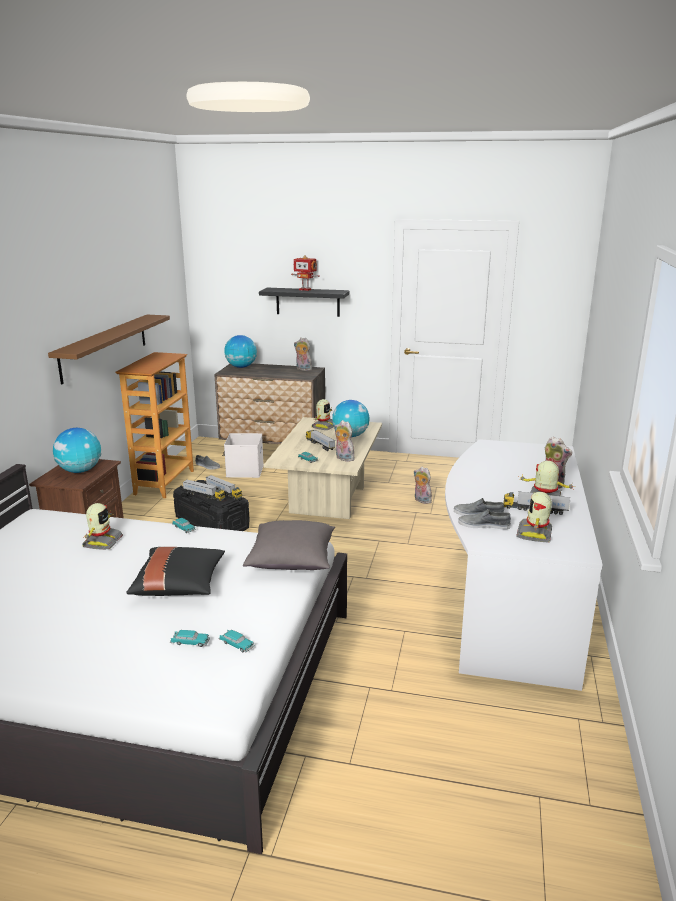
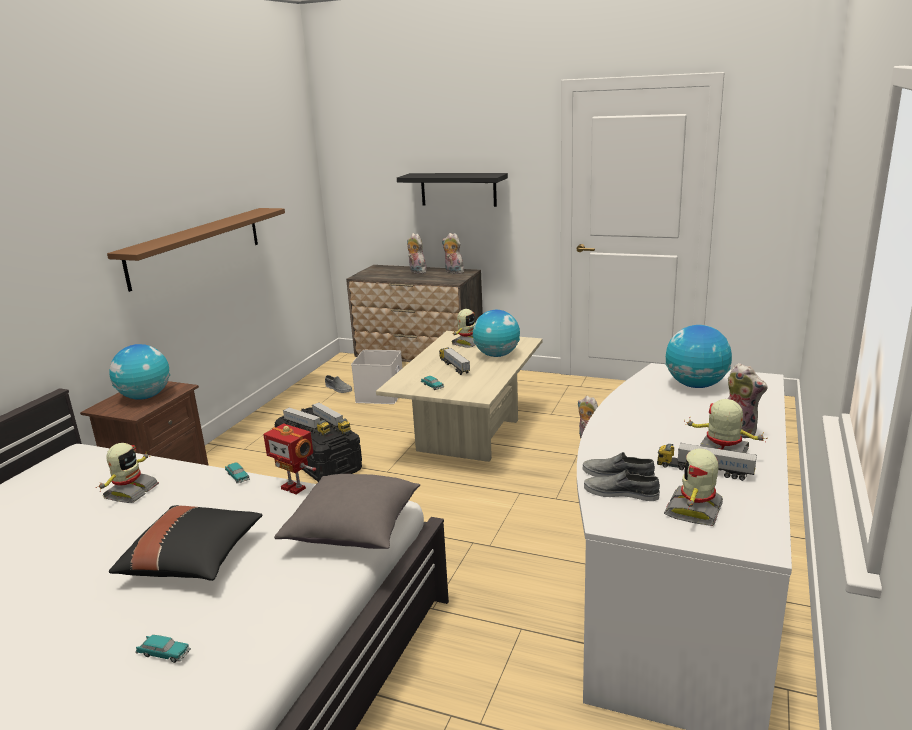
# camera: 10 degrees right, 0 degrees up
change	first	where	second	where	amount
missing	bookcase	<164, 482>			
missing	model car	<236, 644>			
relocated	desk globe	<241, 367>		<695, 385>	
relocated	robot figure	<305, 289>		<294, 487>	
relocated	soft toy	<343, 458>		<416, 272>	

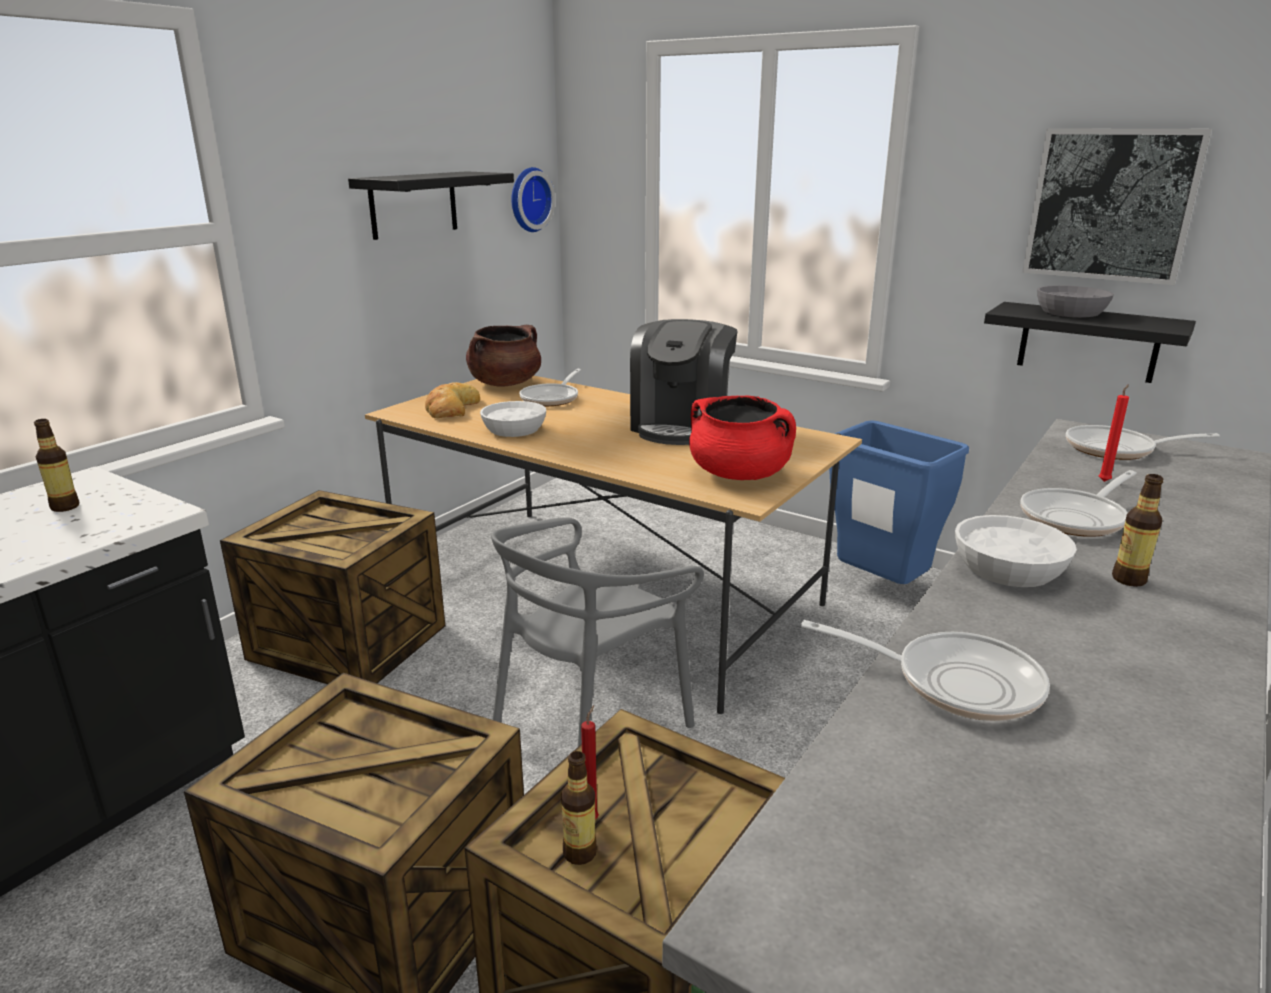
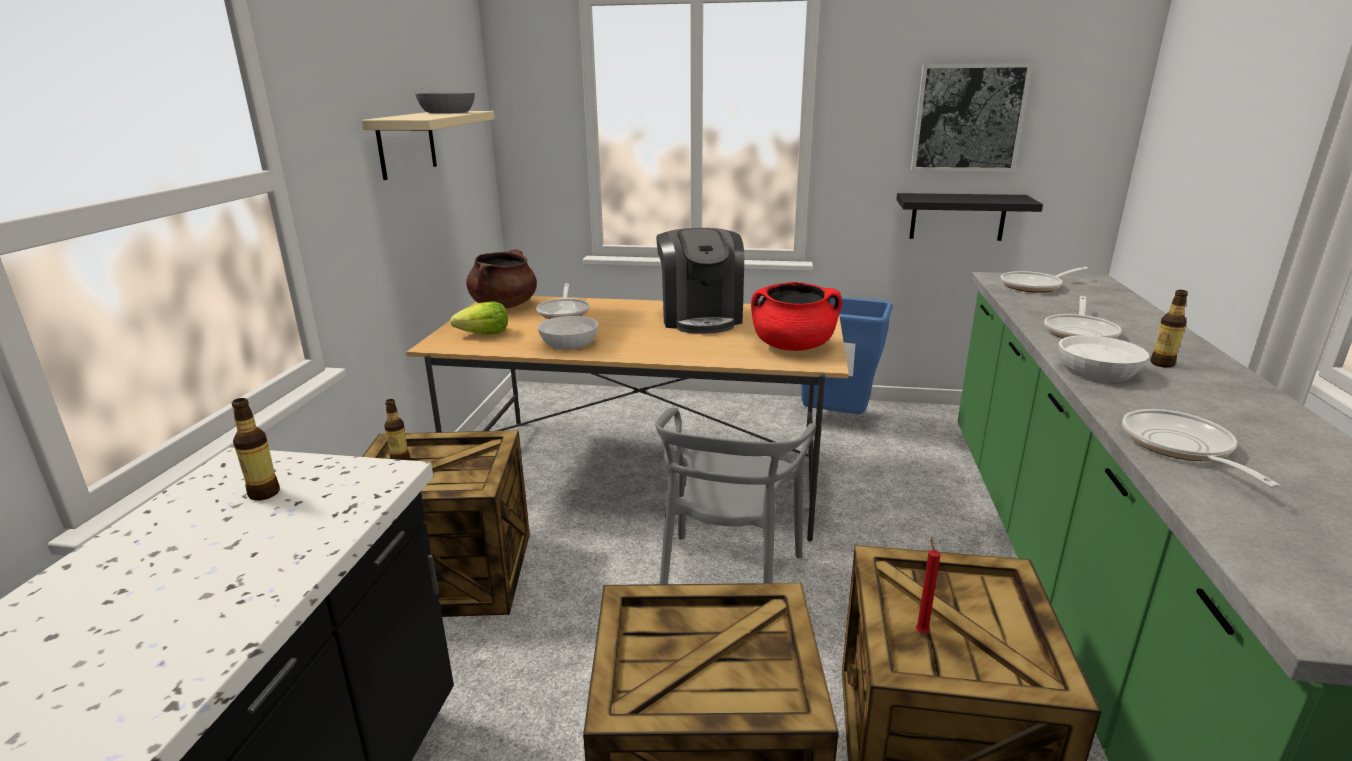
# camera: 25 degrees left, 0 degrees up
change	first	where	second	where	amount
missing	hanging clock	<528, 199>			
missing	wax light/red-coloured	<1104, 481>			
relocated	drink bottle	<579, 853>		<400, 460>	
relocated	deep dish/greyish	<1070, 313>		<447, 112>	
exchanged	baked bread	<450, 408>	lettuce head	<484, 334>	
colour	shelf/black-coloured	<413, 204>	shelf/beige-coloured	<406, 144>	
spun	pan	<954, 682>		<1180, 447>	90 degrees counterclockwise

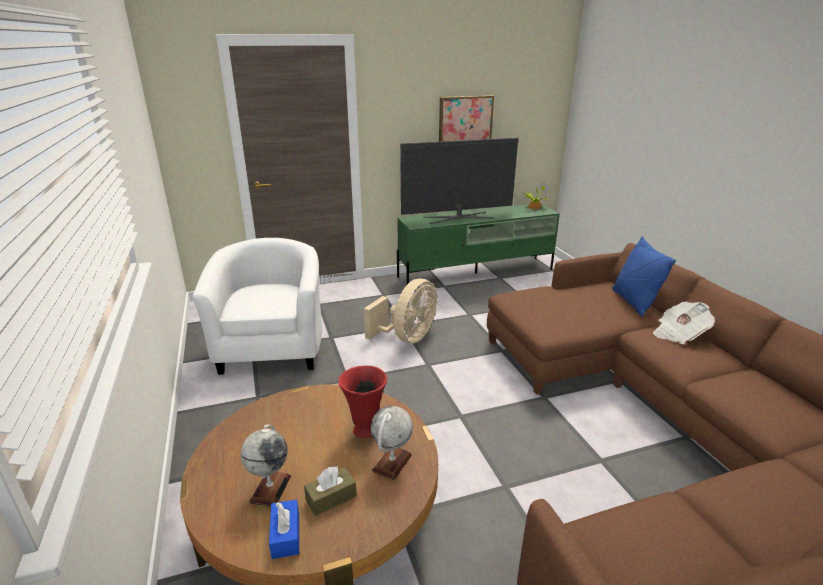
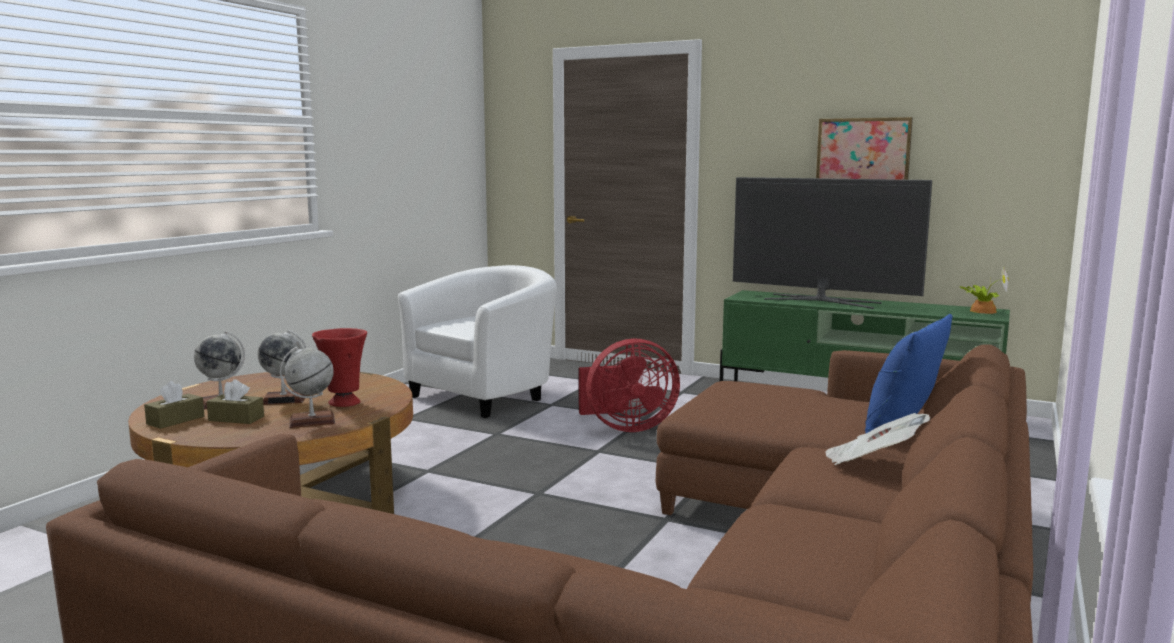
# camera: 45 degrees right, 15 degrees down
change	first	where	second	where	amount
appeared			desk globe	<284, 400>	
colour	tissue holder/bluish	<286, 535>	tissue holder/brown	<175, 420>	
colour	fan/beige-coloured	<407, 337>	fan/red-coloured	<626, 427>	

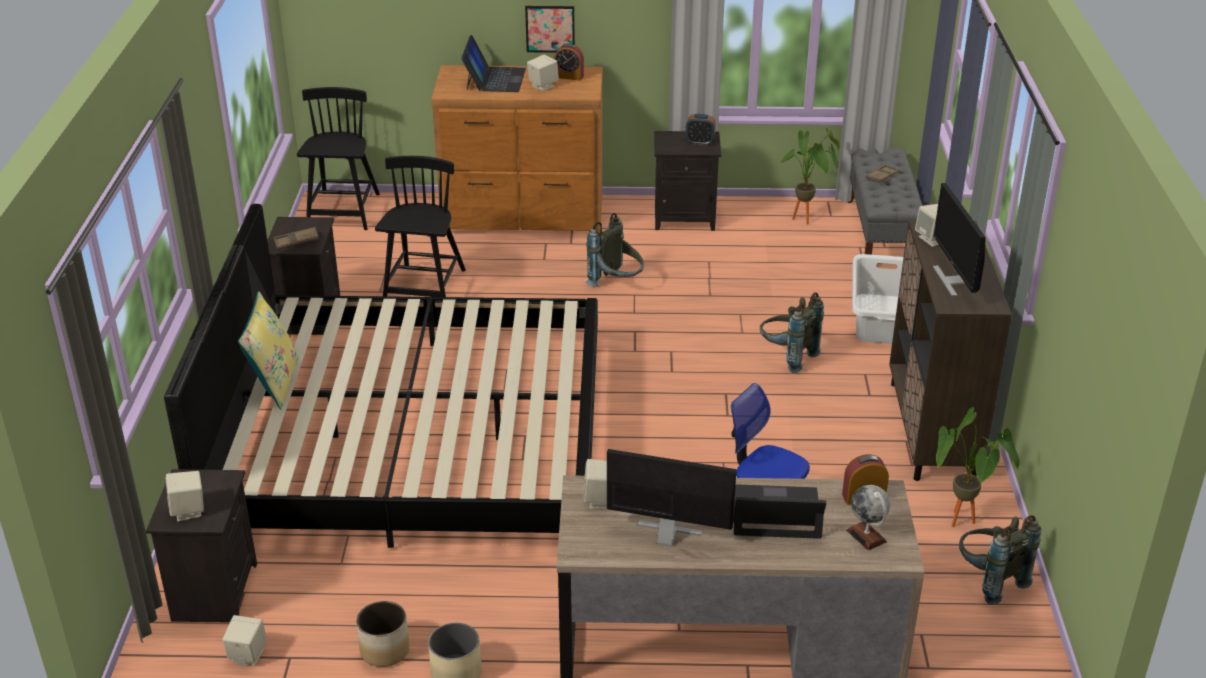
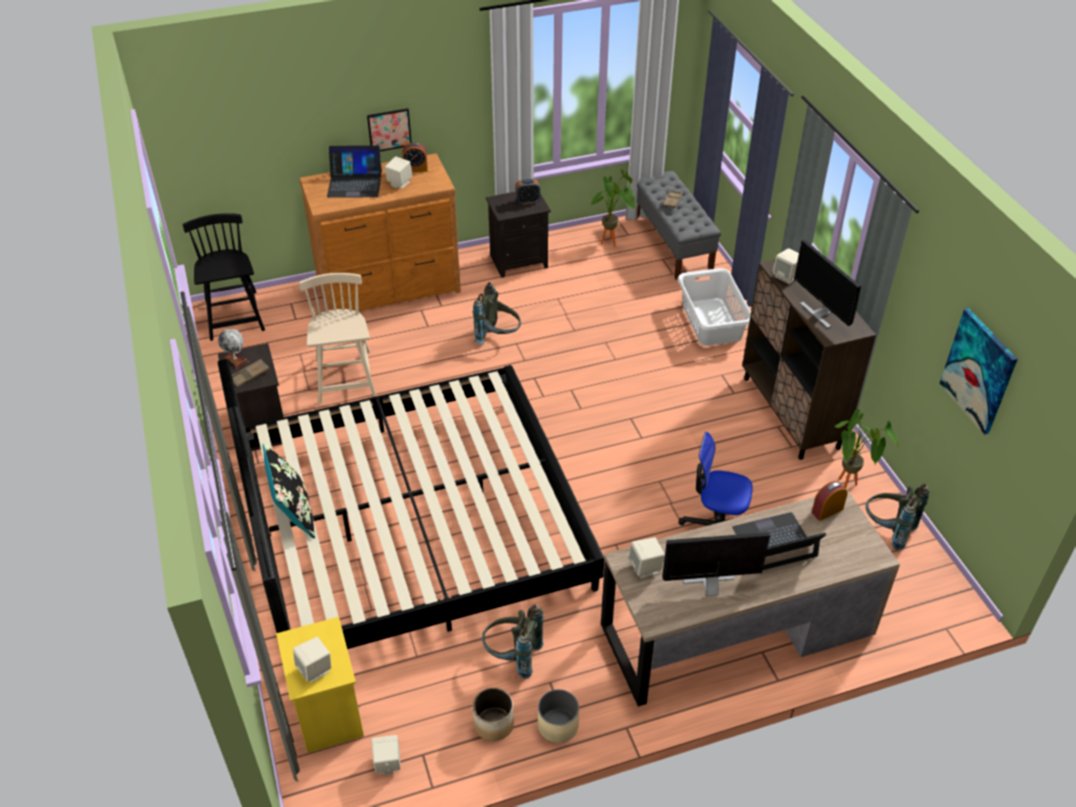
# camera: 20 degrees left, 10 degrees up
change	first	where	second	where	amount
appeared			wall art	<979, 371>	
relocated	knapsack/greyish	<786, 357>		<512, 657>	
relocated	desk globe	<866, 536>		<235, 360>	
colour	bedside table/black-coloured	<213, 590>	bedside table/yellow-coloured	<327, 713>	
colour	pillow/yellow-coloured	<274, 383>	pillow/black-coloured	<294, 514>	
colour	chair/black-coloured	<424, 289>	chair/beige-coloured	<345, 378>	
spun	portable computer	<494, 79>		<355, 184>	105 degrees clockwise

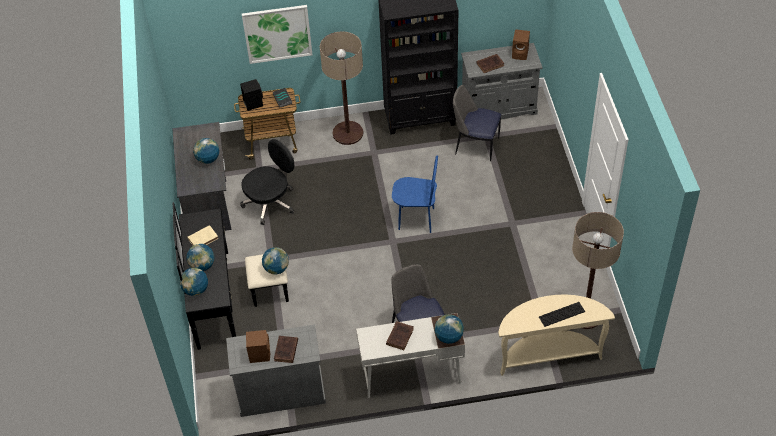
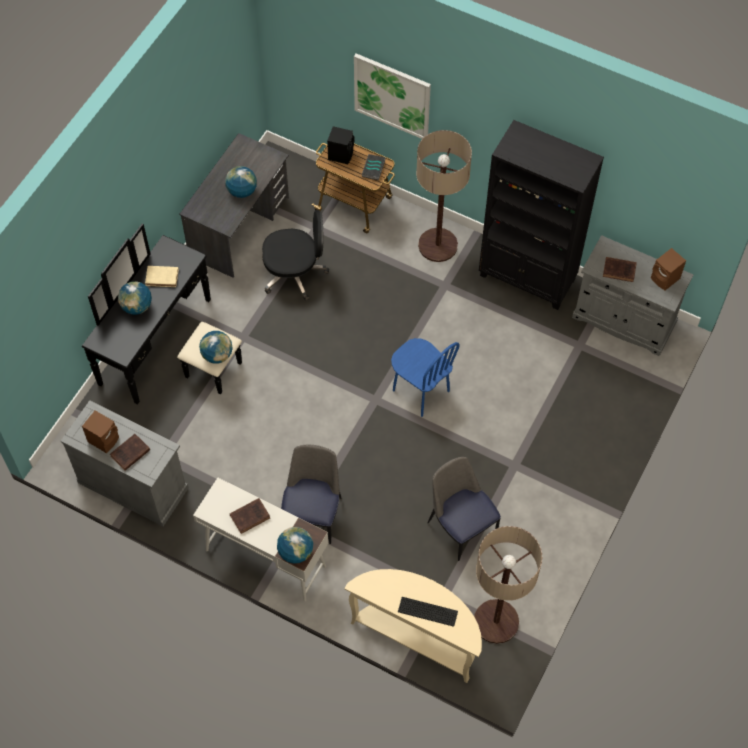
# camera: 35 degrees right, 10 degrees up
change	first	where	second	where	amount
missing	desk globe	<196, 290>			
relocated	chair	<475, 145>		<460, 527>	

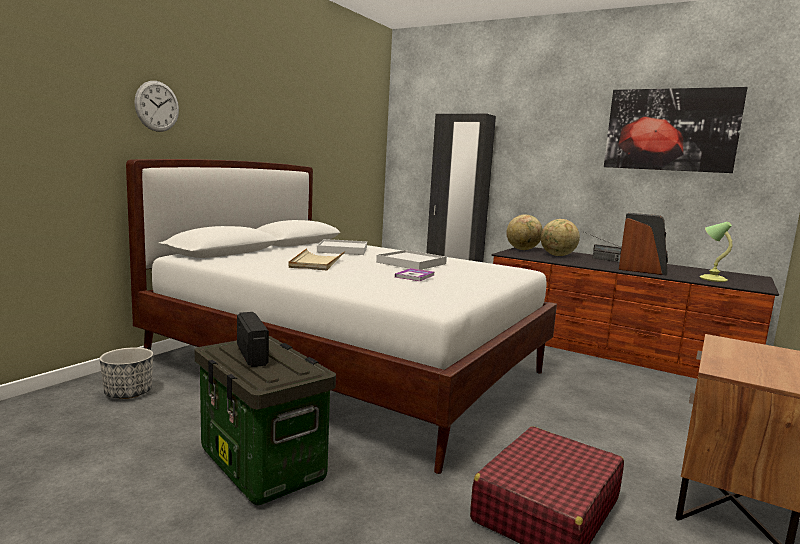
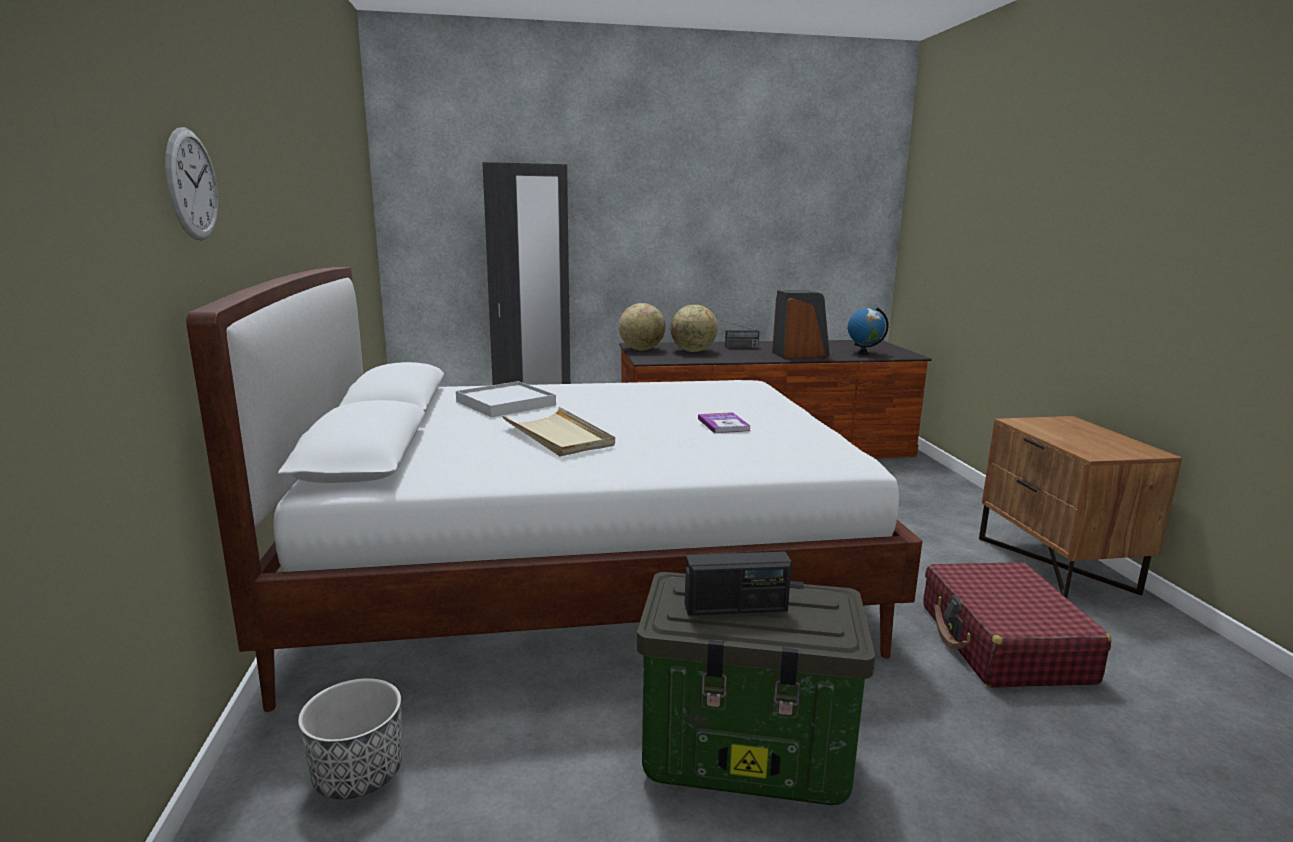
# camera: 40 degrees left, 5 degrees up
change	first	where	second	where	amount
missing	serving tray/white-coloured	<411, 263>			
missing	wall art	<670, 130>			
exchanged	lamp for a table	<712, 279>	desk globe	<863, 353>	
spun	radio set	<252, 354>		<736, 608>	150 degrees clockwise

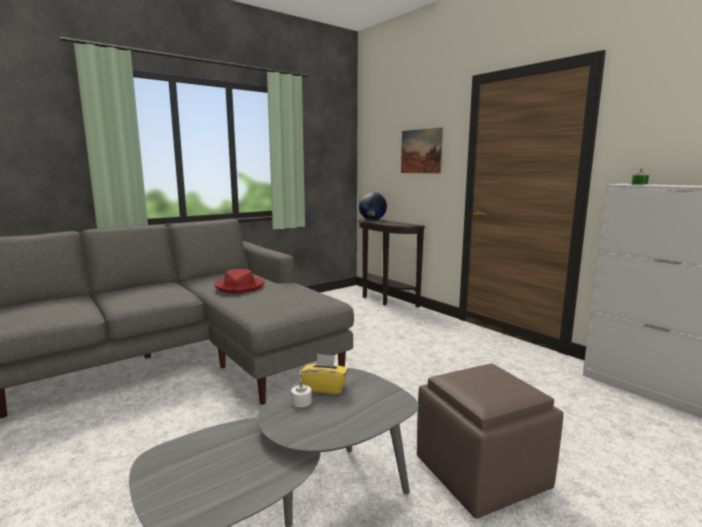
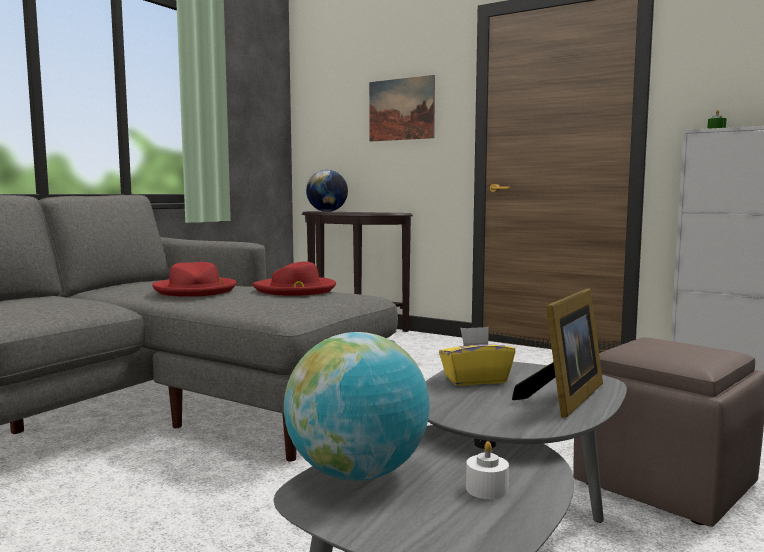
# camera: 20 degrees left, 5 degrees down
change	first	where	second	where	amount
appeared			clothing hat/red-coloured	<296, 290>	
appeared			desk globe	<357, 473>	
appeared			standing frame	<565, 398>	
relocated	wax light/white-coloured	<301, 401>		<486, 489>	

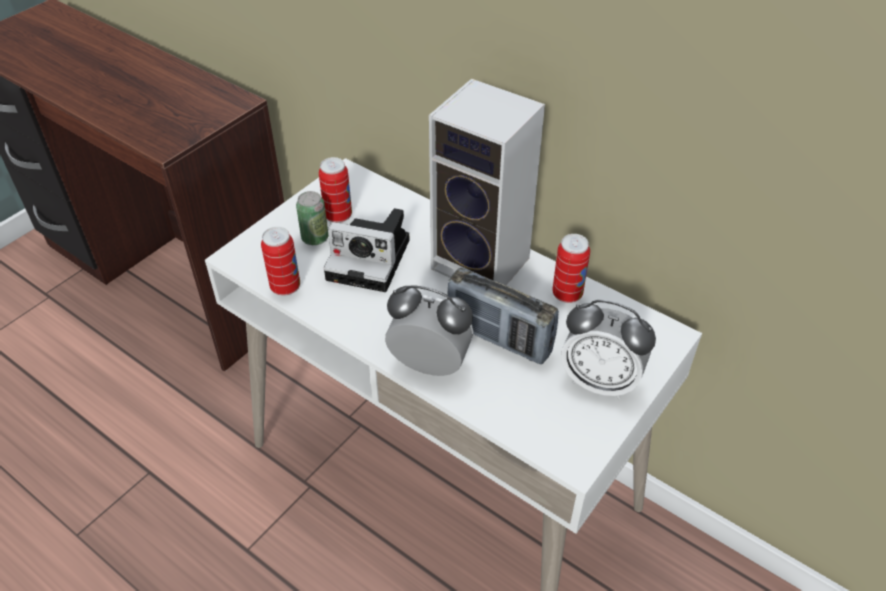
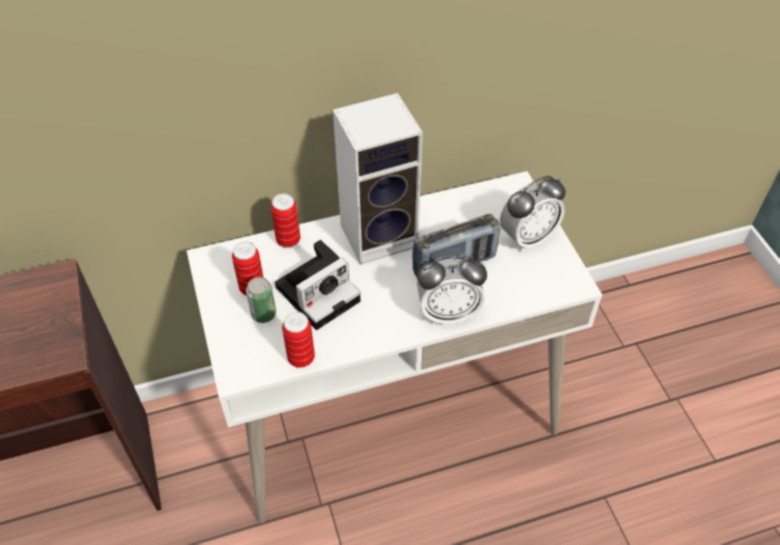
# camera: 55 degrees left, 5 degrees up
change	first	where	second	where	amount
relocated	can	<567, 294>		<288, 240>	
spun	bedside clock	<429, 365>		<448, 313>	150 degrees counterclockwise

